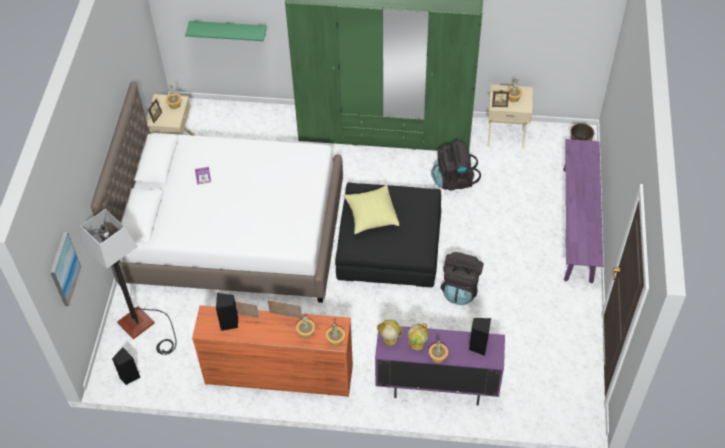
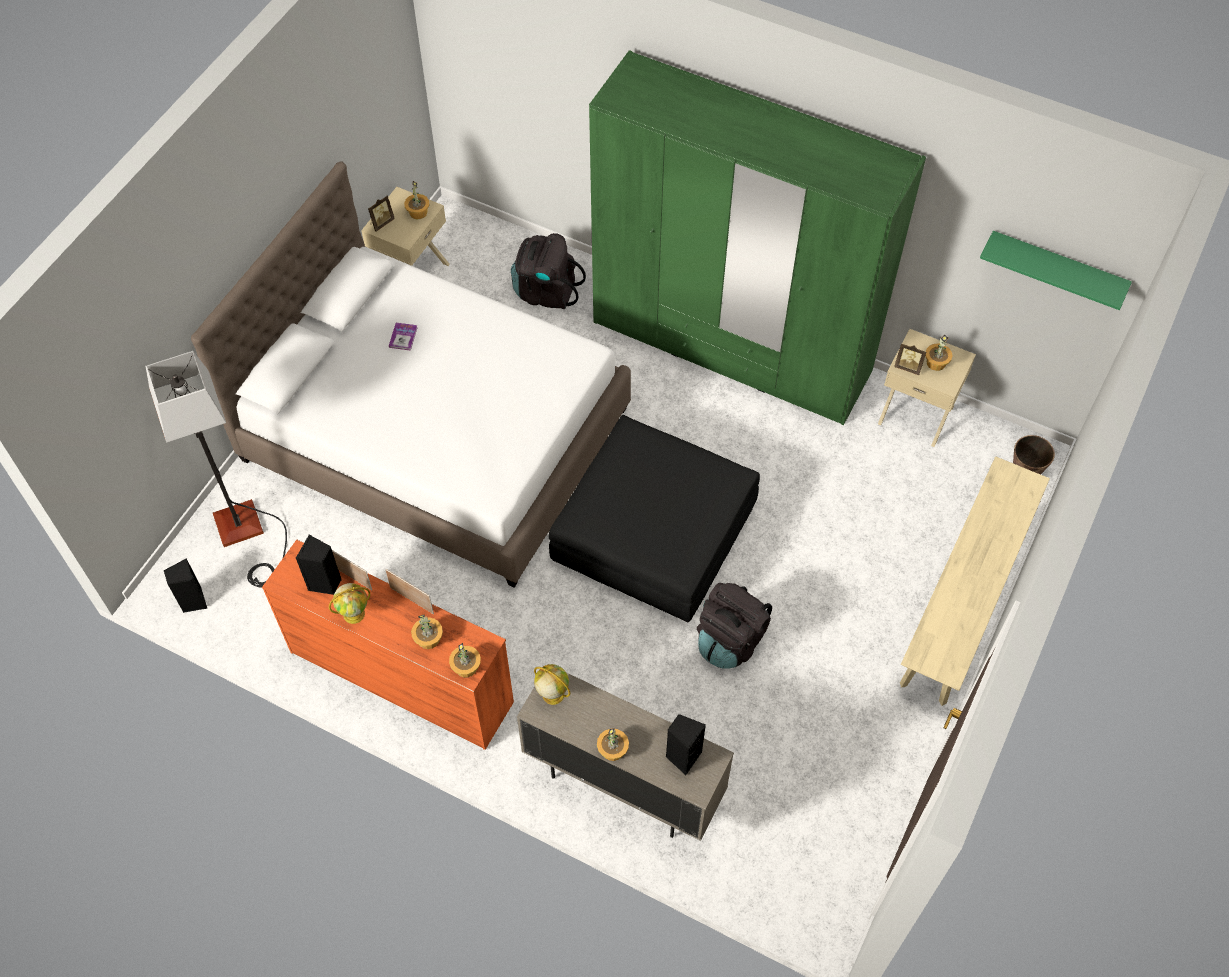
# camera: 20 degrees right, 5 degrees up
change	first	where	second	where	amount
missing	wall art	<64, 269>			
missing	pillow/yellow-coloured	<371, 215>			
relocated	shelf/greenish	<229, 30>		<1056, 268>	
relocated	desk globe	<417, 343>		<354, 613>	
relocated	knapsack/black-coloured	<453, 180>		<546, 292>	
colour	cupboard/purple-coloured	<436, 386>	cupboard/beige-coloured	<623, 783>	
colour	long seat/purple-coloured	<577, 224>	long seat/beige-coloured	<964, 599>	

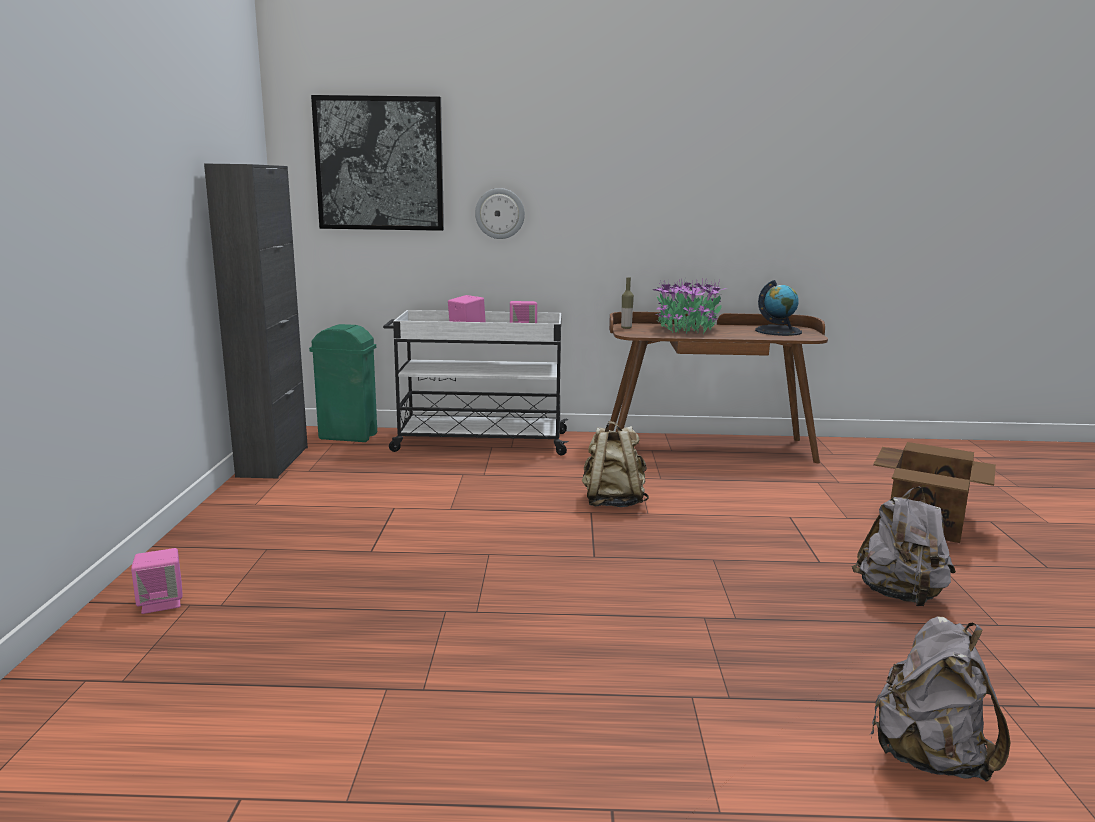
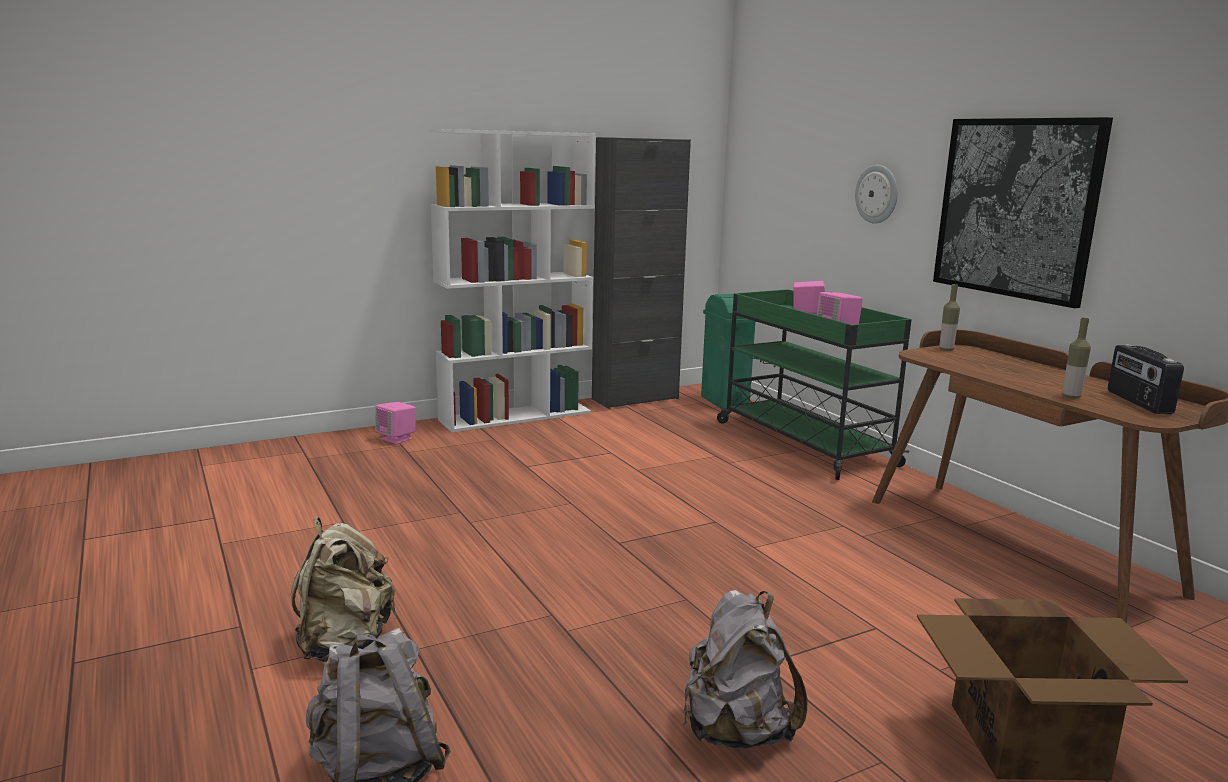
# camera: 60 degrees right, 0 degrees up
change	first	where	second	where	amount
missing	potted plant	<687, 329>			
appeared			bookcase/white-coloured	<516, 416>	
appeared			drink bottle	<1071, 397>	
relocated	wall art	<379, 164>		<1016, 208>	
relocated	knapsack/beige-coloured	<613, 502>		<344, 643>	
exchanged	desk globe	<778, 331>	radio set	<1137, 402>	
colour	cart/white-coloured	<479, 442>	cart/greenish	<802, 442>	

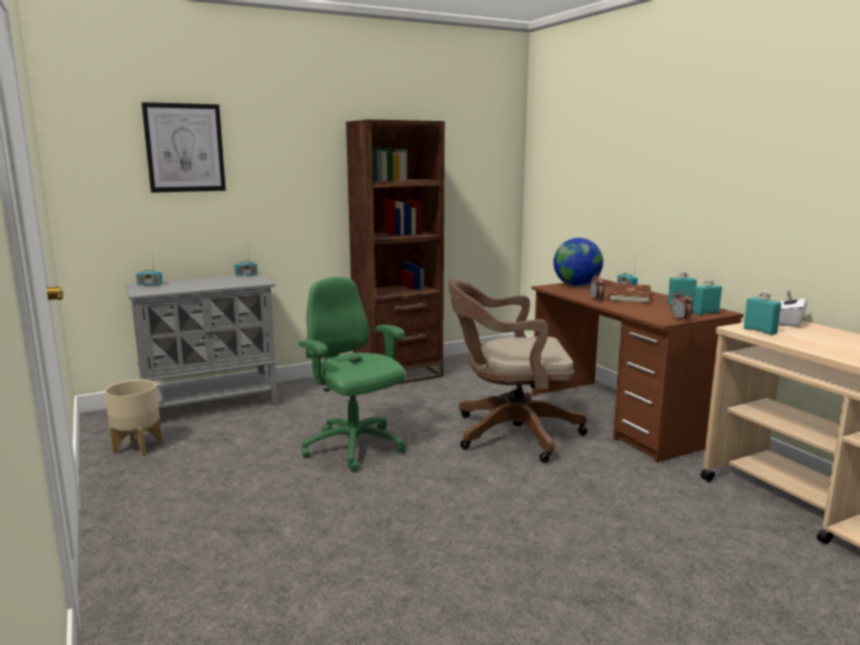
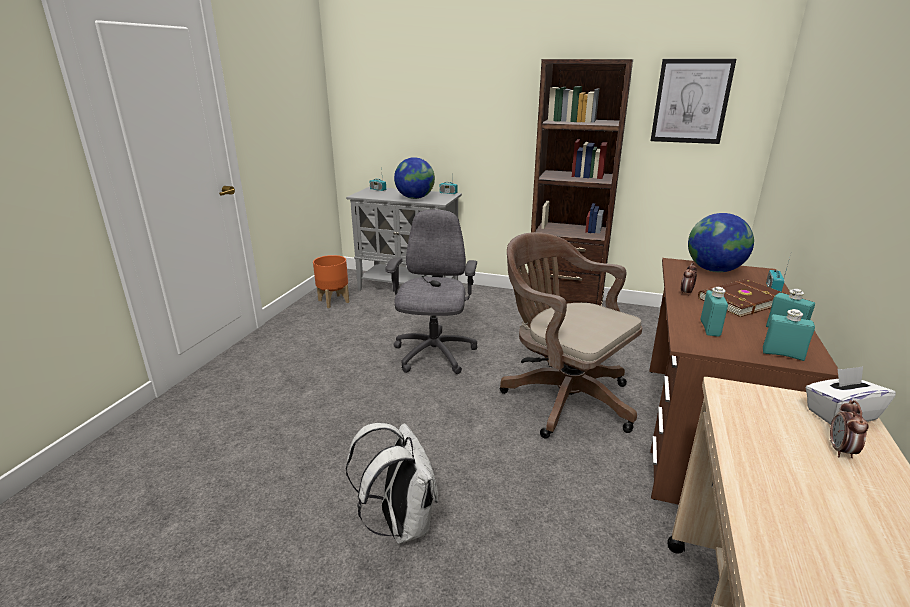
# camera: 45 degrees right, 10 degrees up
change	first	where	second	where	amount
appeared			knapsack/white-coloured	<401, 523>	
appeared			desk globe	<415, 198>	
relocated	wall art	<185, 148>		<691, 101>	
relocated	bedside clock	<680, 319>		<841, 450>	
relocated	drink bottle/turquoise-coloured	<760, 331>		<710, 328>	
colour	planter/beige-coloured	<138, 447>	planter/orangey	<334, 301>	
colour	desk chair/greenish	<354, 448>	desk chair/greyish	<433, 355>	

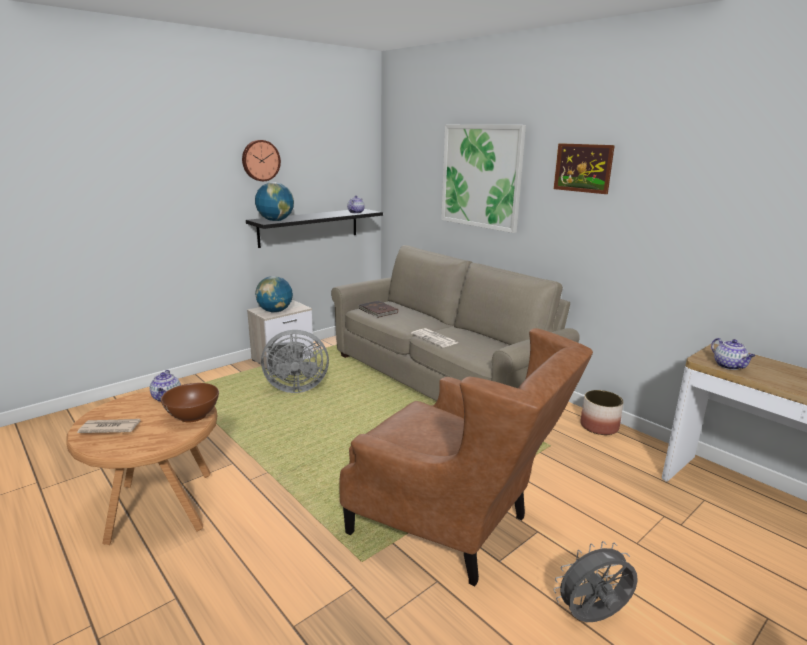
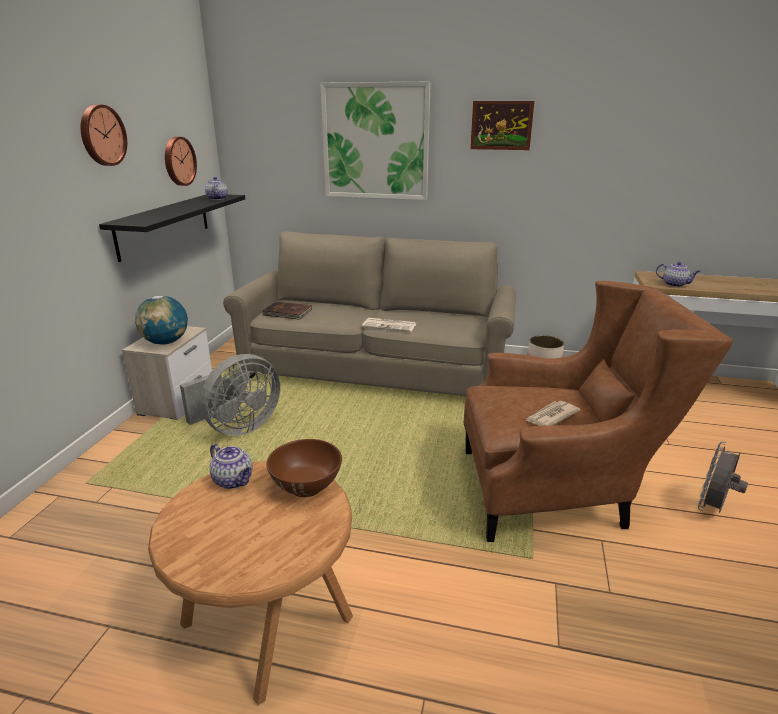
# camera: 35 degrees left, 5 degrees up
change	first	where	second	where	amount
missing	desk globe	<275, 220>			
appeared			hanging clock	<178, 161>	
relocated	daily paper	<110, 428>		<551, 416>	

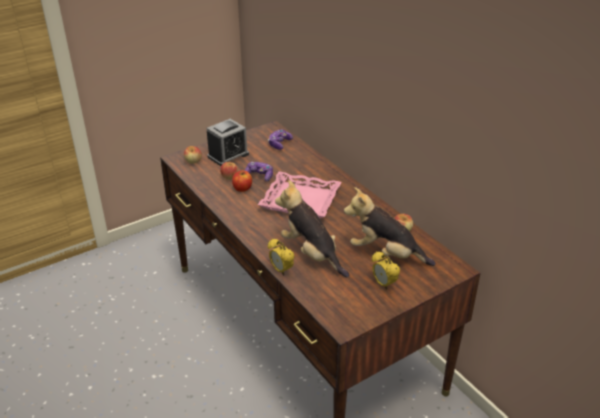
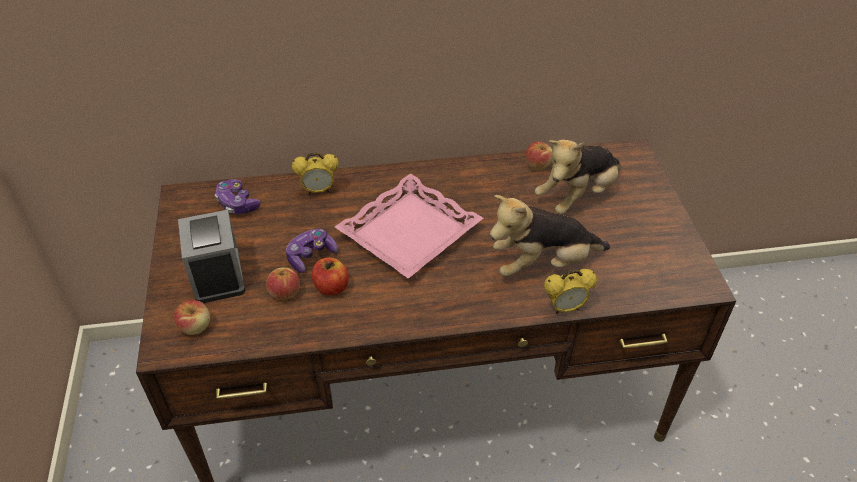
# camera: 65 degrees left, 10 degrees up
change	first	where	second	where	amount
relocated	bedside clock	<383, 284>		<318, 190>	

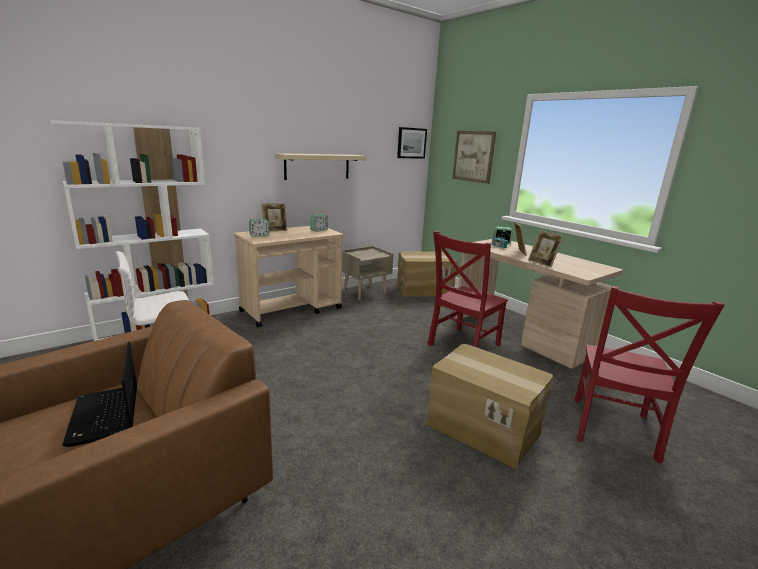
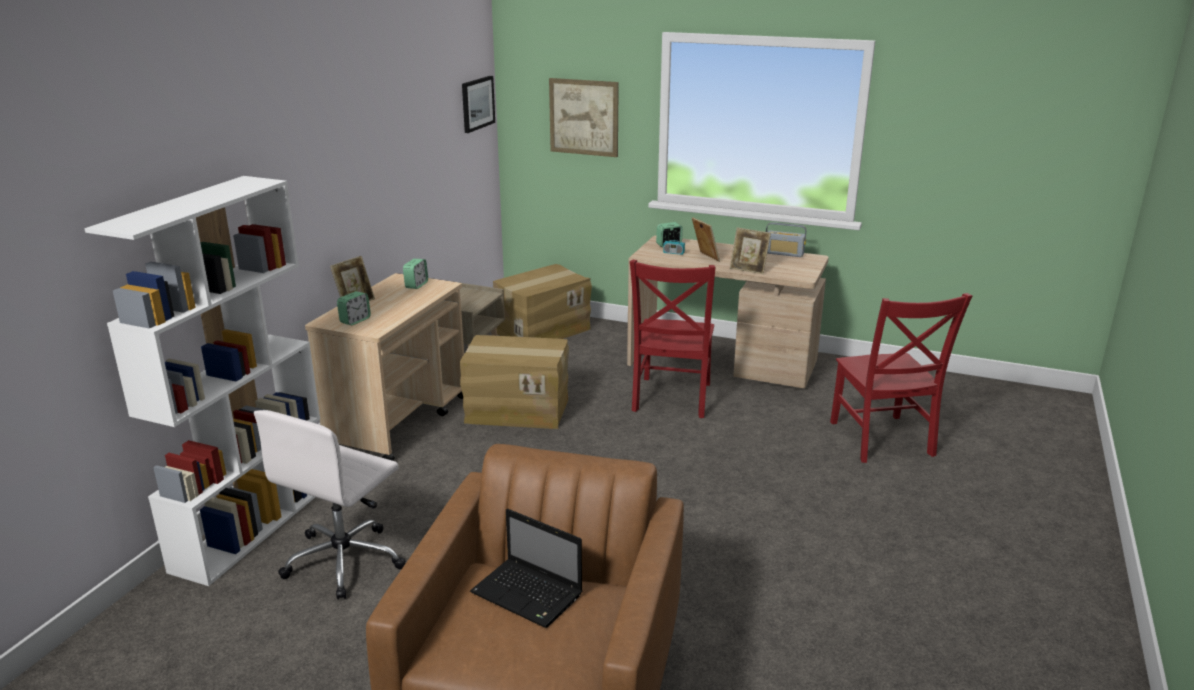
# camera: 30 degrees left, 5 degrees up
change	first	where	second	where	amount
missing	shelf/beige-coloured	<317, 166>			
appeared			radio set	<784, 253>	
relocated	packing box	<484, 427>		<517, 409>	

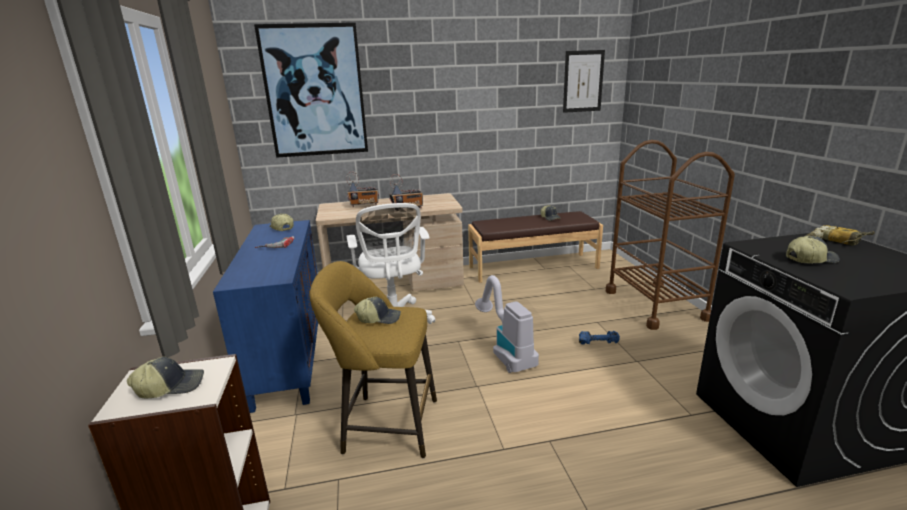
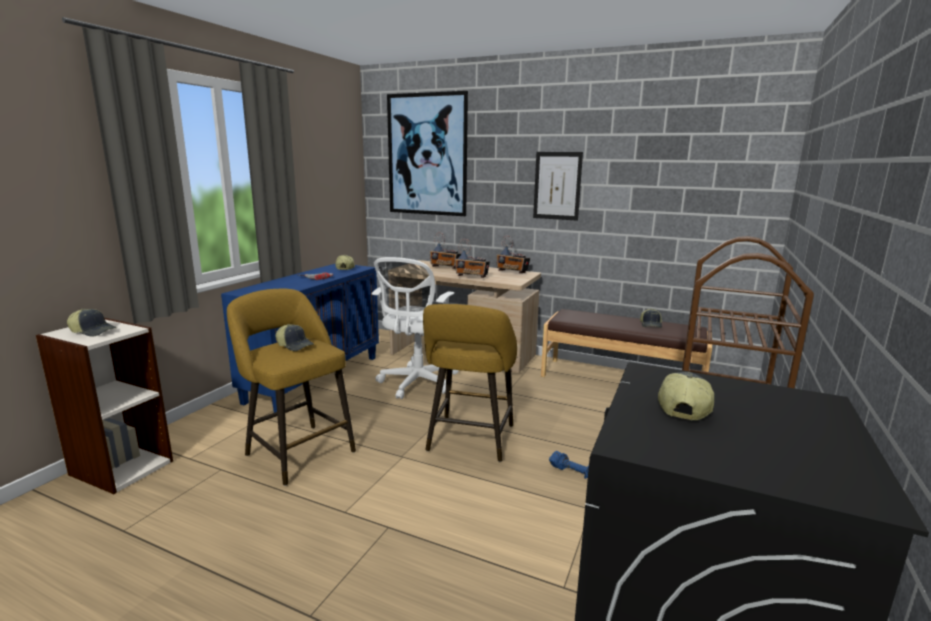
# camera: 35 degrees right, 5 degrees down
change	first	where	second	where	amount
missing	drill	<836, 242>			
appeared			radio set	<512, 272>	
relocated	wall art	<583, 81>		<557, 186>	
exchanged	hoover	<505, 351>	sitting stool/yellow-coloured	<469, 441>	
spun	cap	<810, 259>		<682, 407>	90 degrees counterclockwise

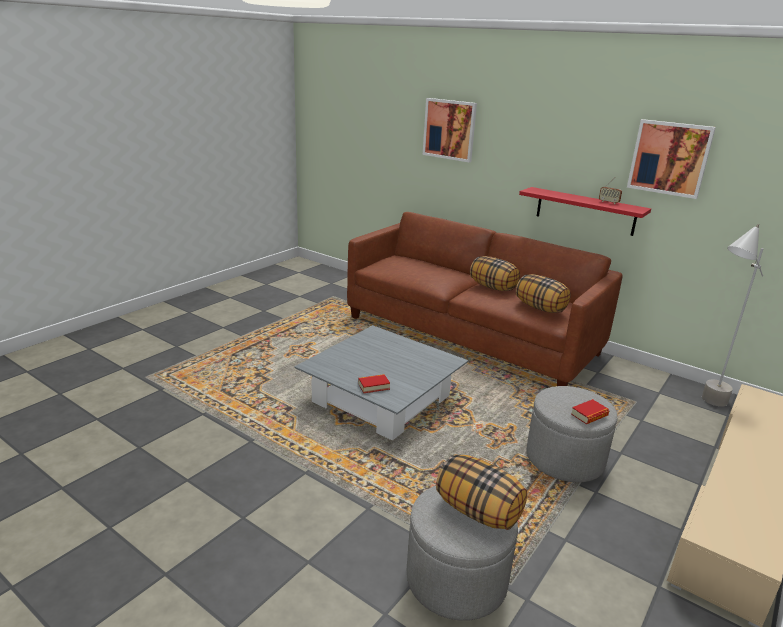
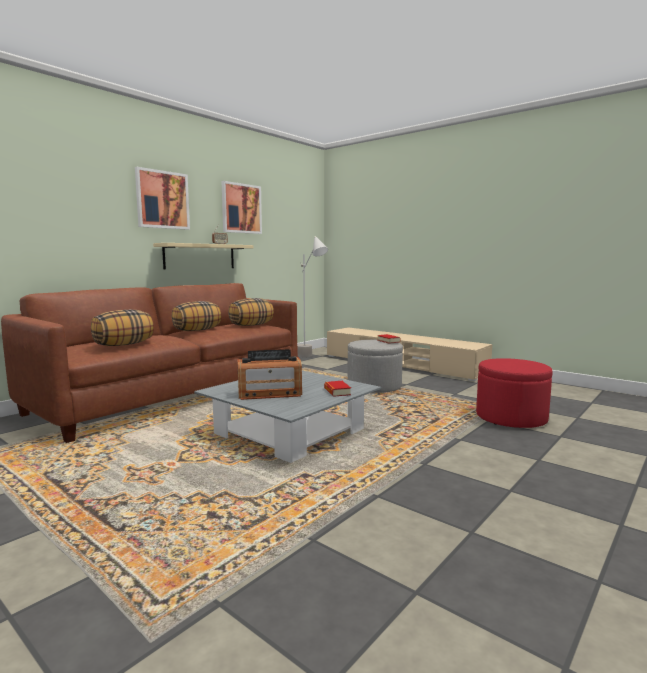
# camera: 85 degrees left, 15 degrees down
change	first	where	second	where	amount
appeared			radio set	<269, 393>	
relocated	wall art	<449, 129>		<162, 200>	
relocated	pillow	<478, 511>		<124, 345>	
colour	pouffe/greyish	<456, 579>	pouffe/red-coloured	<511, 418>	
colour	shelf/red-coloured	<585, 211>	shelf/beige-coloured	<200, 256>	

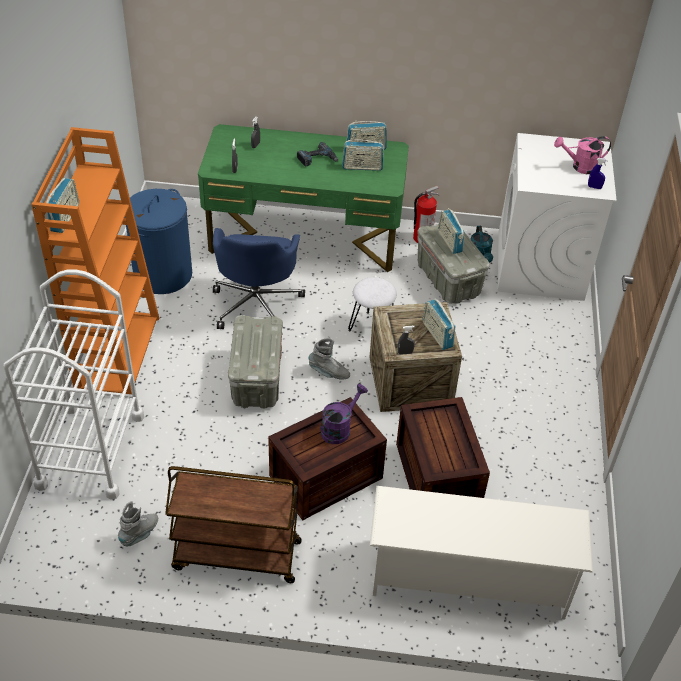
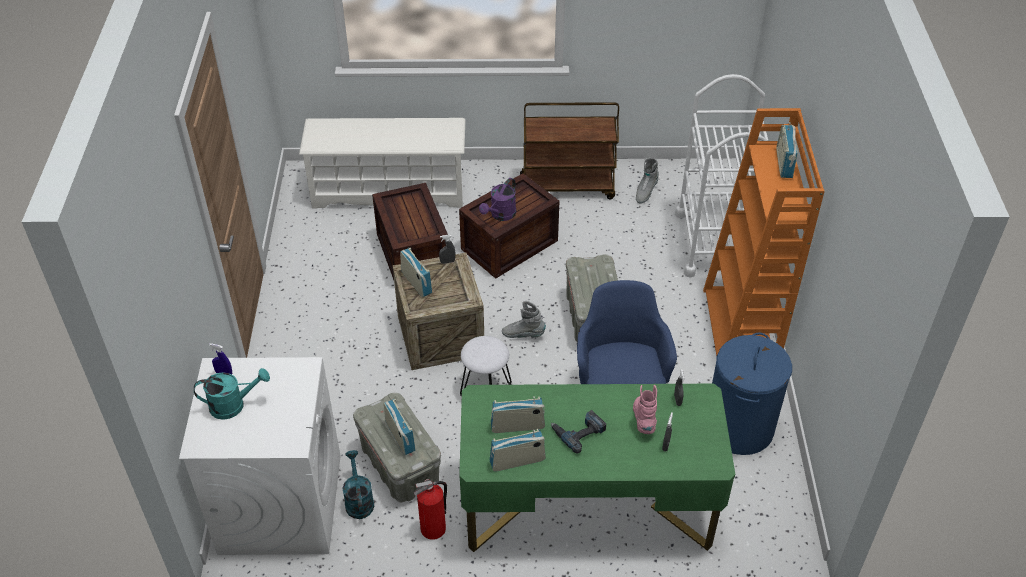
# camera: 175 degrees right, 0 degrees up
change	first	where	second	where	amount
appeared			high-top boot/pink	<644, 420>	
colour	watering pot/pink	<580, 167>	watering pot/turquoise-coloured	<233, 405>	

